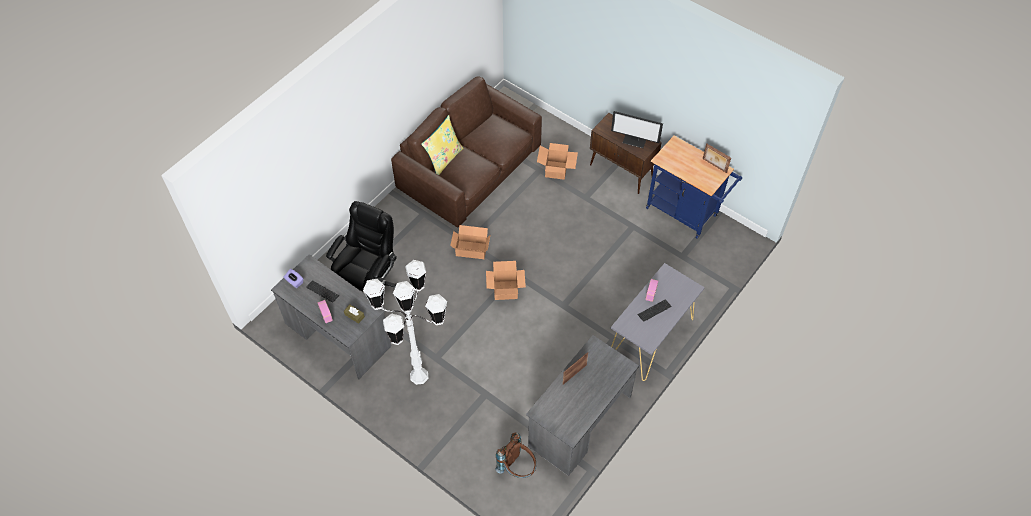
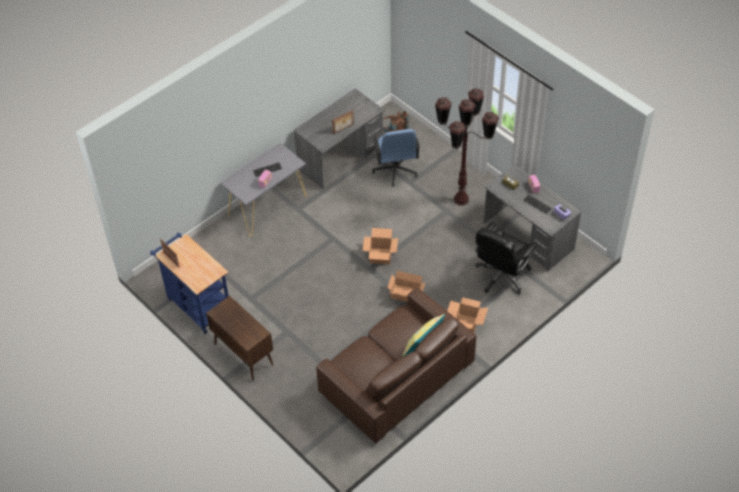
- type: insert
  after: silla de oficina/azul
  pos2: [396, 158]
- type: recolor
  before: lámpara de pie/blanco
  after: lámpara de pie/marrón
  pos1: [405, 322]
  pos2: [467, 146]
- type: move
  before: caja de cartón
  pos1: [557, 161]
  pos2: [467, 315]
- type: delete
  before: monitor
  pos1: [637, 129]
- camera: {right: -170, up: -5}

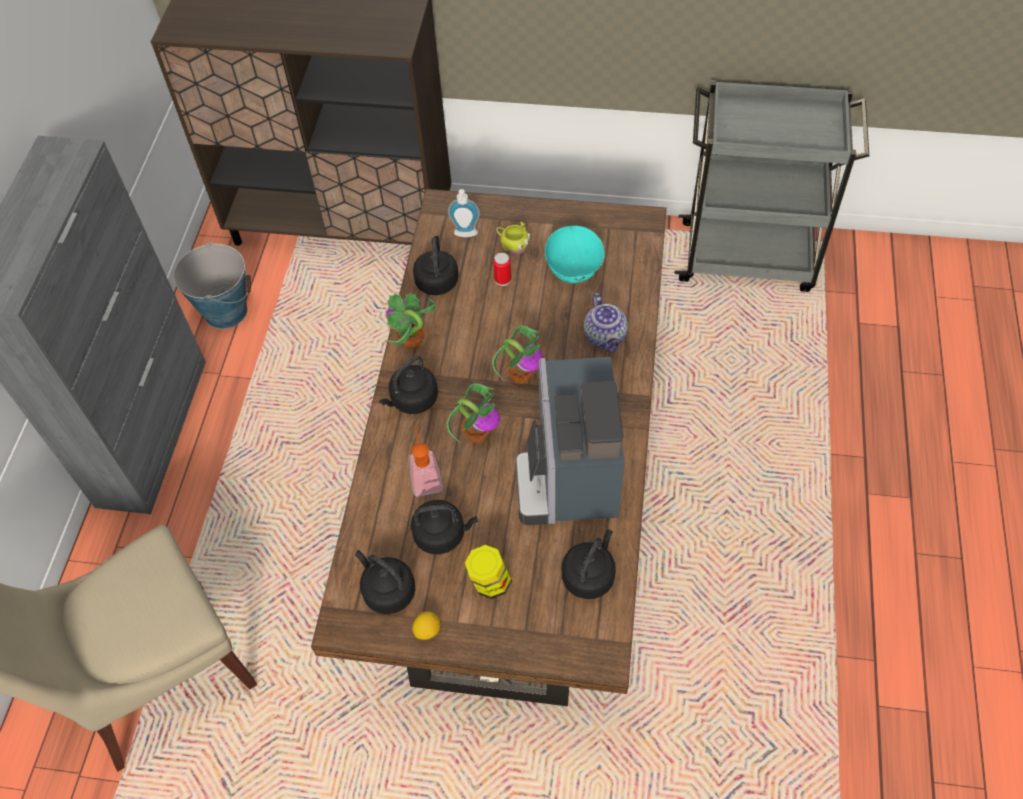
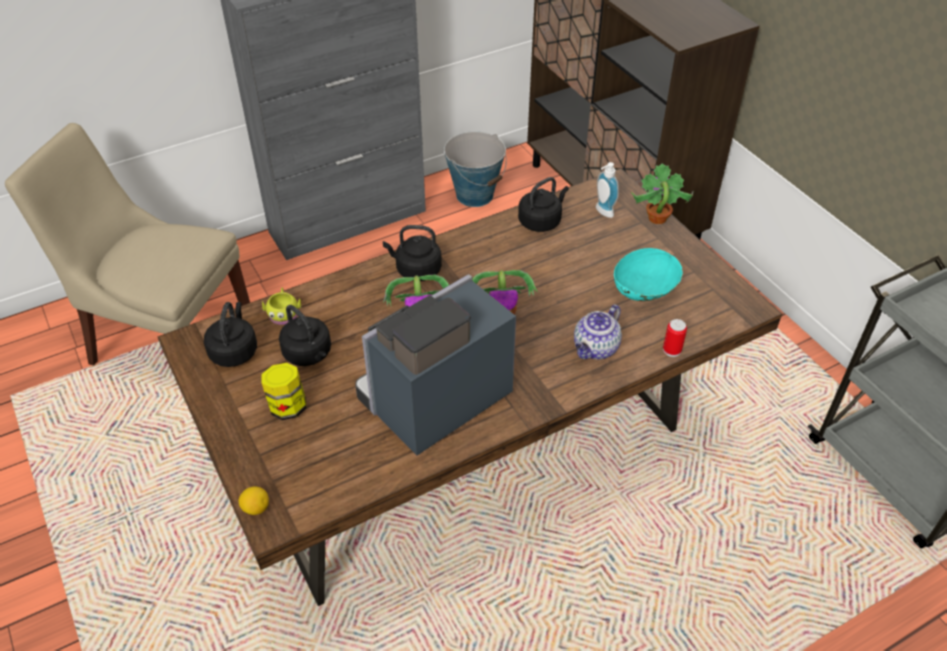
- type: move
  before: limón
  pos1: [426, 625]
  pos2: [254, 501]
- type: move
  before: taza grande/amarillo
  pos1: [513, 238]
  pos2: [281, 306]
- type: move
  before: planta en maceta
  pos1: [410, 320]
  pos2: [662, 193]
- type: move
  before: lata
  pos1: [502, 269]
  pos2: [675, 338]
- type: delete
  before: dispensador de jabón
  pos1: [426, 461]
- type: delete
  before: hervidor/negro
  pos1: [589, 564]
- camera: {right: 50, up: -10}

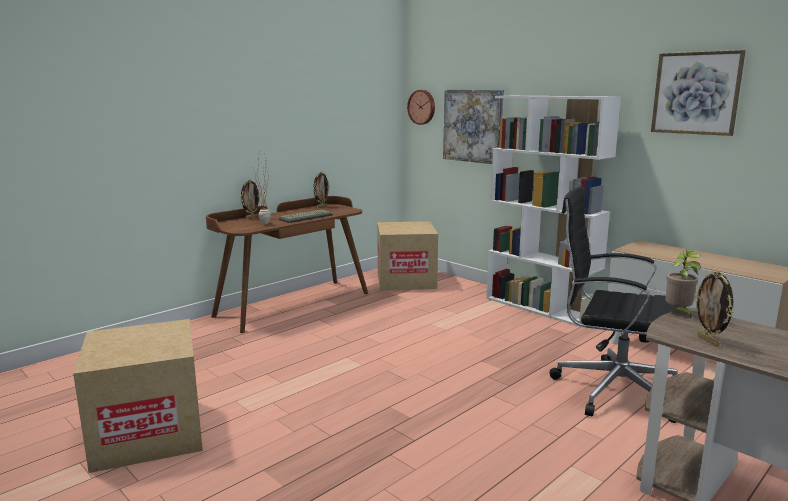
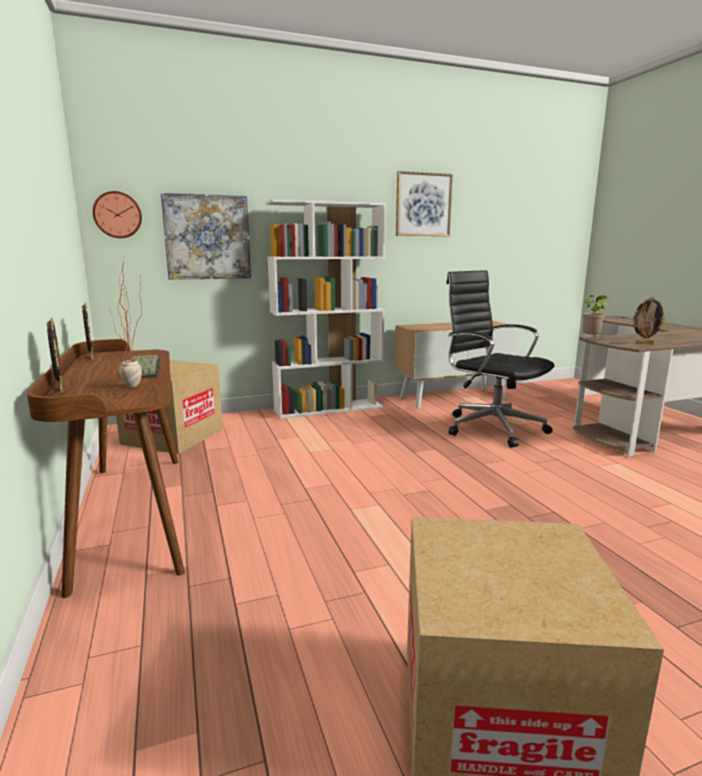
- type: rotate
  before: silla de oficina/negro
  pos1: [617, 304]
  pos2: [500, 359]
  turn: 90
- camera: {right: -65, up: 0}

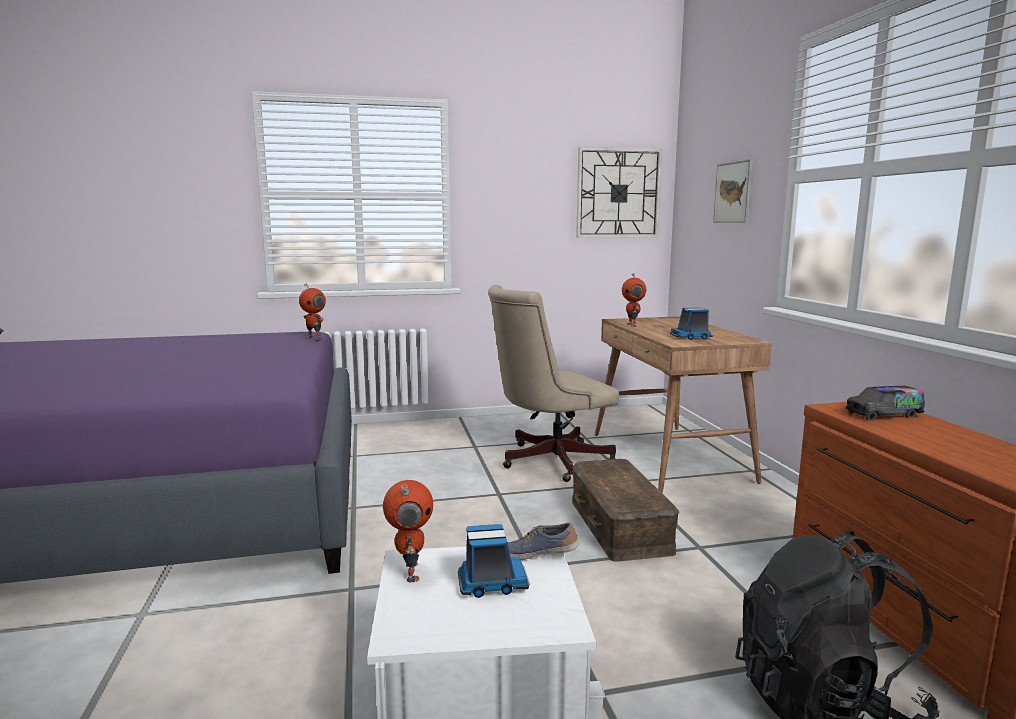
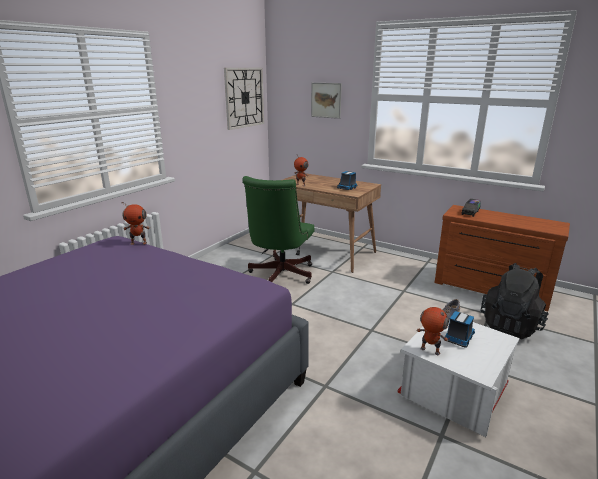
- type: recolor
  before: silla de oficina/beis
  after: silla de oficina/verde
  pos1: [553, 383]
  pos2: [278, 230]
- type: delete
  before: caja de almacenaje/marrón
  pos1: [625, 510]
- camera: {right: -45, up: 10}

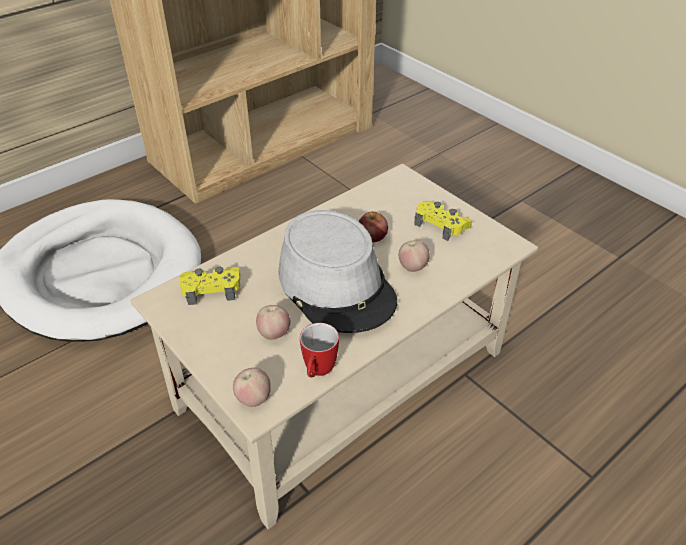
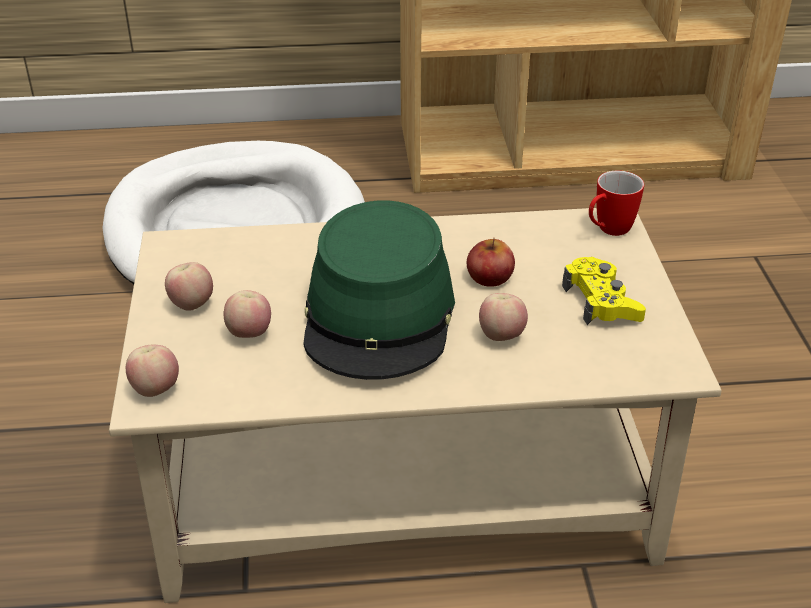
- type: insert
  after: manzana
  pos2: [189, 286]
- type: recolor
  before: sombrero/gris
  after: sombrero/verde
  pos1: [337, 271]
  pos2: [379, 290]
- type: move
  before: taza grande
  pos1: [319, 350]
  pos2: [616, 203]
- type: delete
  before: mando de consola/amarillo
  pos1: [210, 286]
- camera: {right: 35, up: -5}

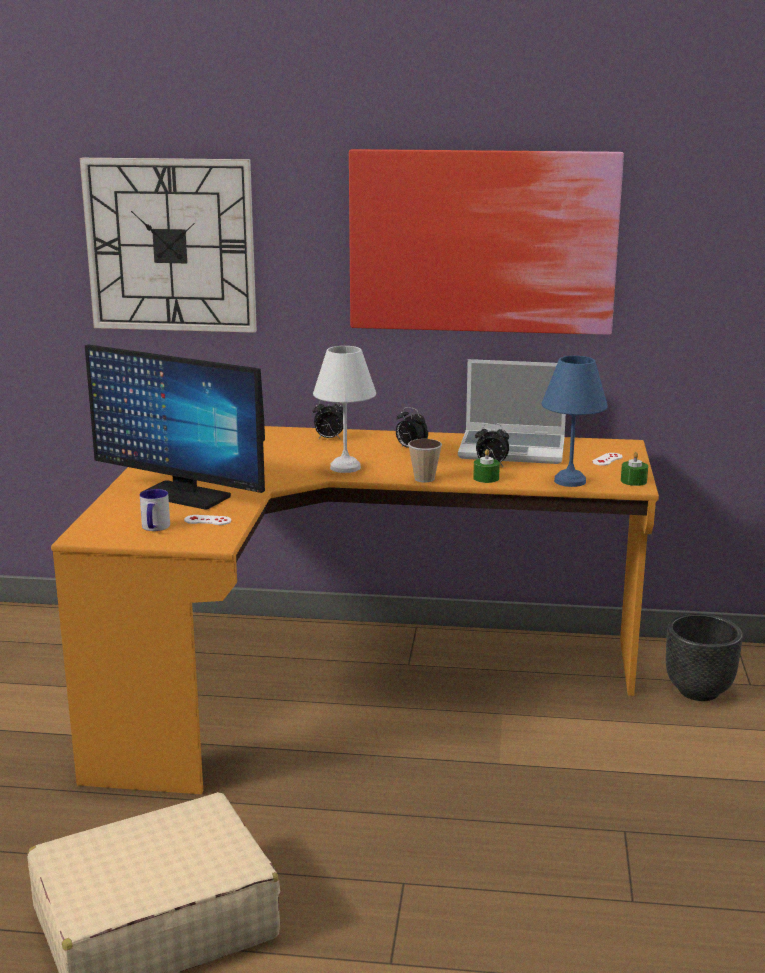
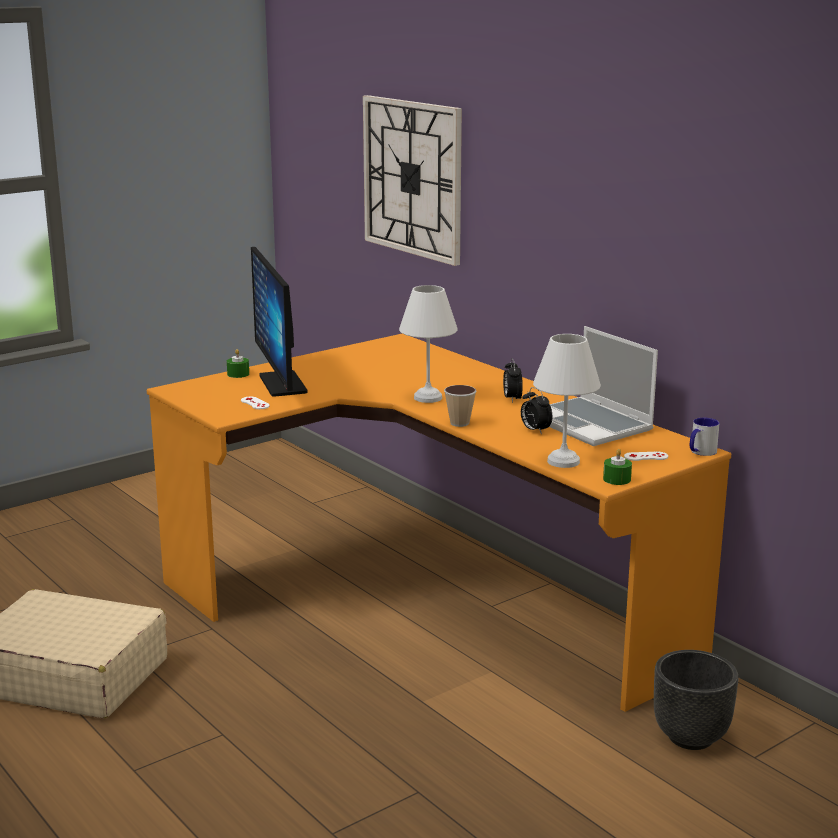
- type: move
  before: vela/verde
  pos1: [486, 466]
  pos2: [238, 363]
- type: recolor
  before: lámpara de mesa/azul
  after: lámpara de mesa/blanco
  pos1: [575, 421]
  pos2: [567, 401]
- type: move
  before: taza grande
  pos1: [155, 510]
  pos2: [705, 437]
- type: delete
  before: despertador
  pos1: [328, 419]
- type: delete
  before: cuadro
  pos1: [486, 242]
- camera: {right: 45, up: 0}

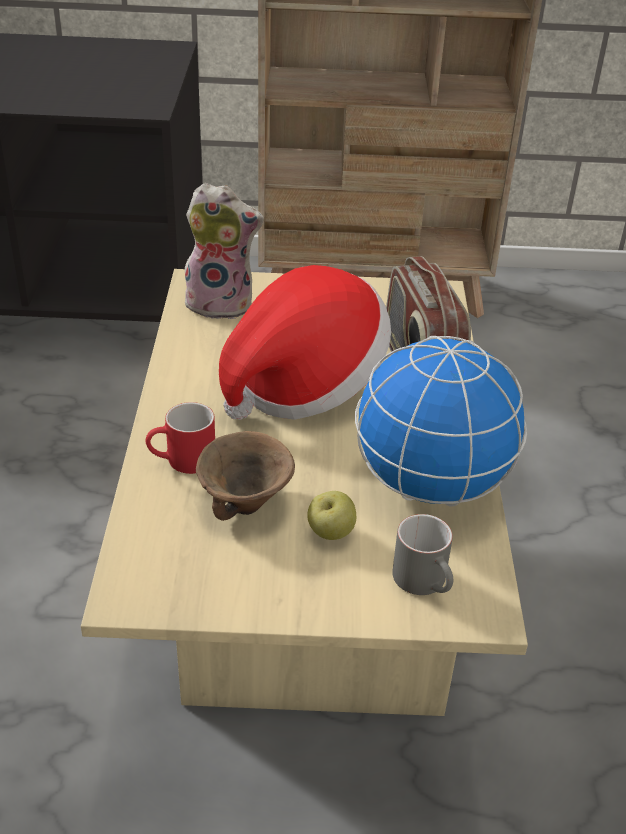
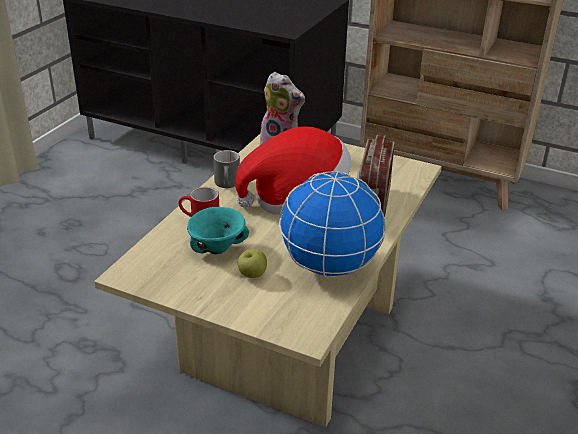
- type: recolor
  before: cuenco/marrón
  after: cuenco/turquesa
  pos1: [245, 476]
  pos2: [218, 230]
- type: move
  before: taza grande/gris
  pos1: [422, 554]
  pos2: [226, 169]
- camera: {right: 25, up: -5}

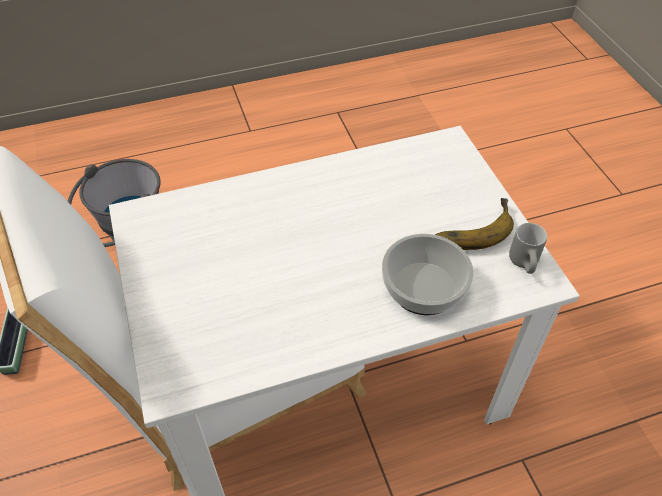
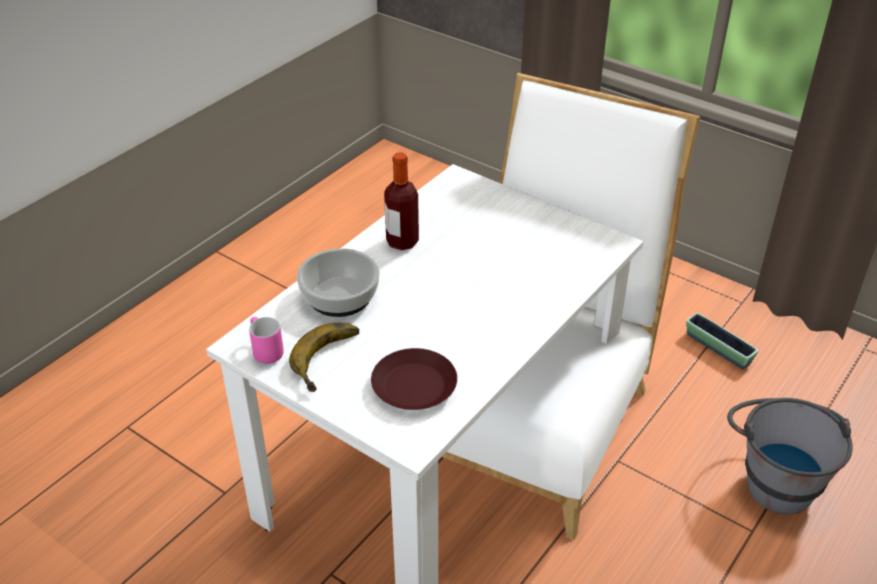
- type: recolor
  before: taza grande/gris
  after: taza grande/rosa
  pos1: [528, 248]
  pos2: [266, 340]
- type: insert
  after: plato/marrón
  pos2: [414, 379]
- type: insert
  after: botella
  pos2: [401, 201]
- camera: {right: 145, up: -10}

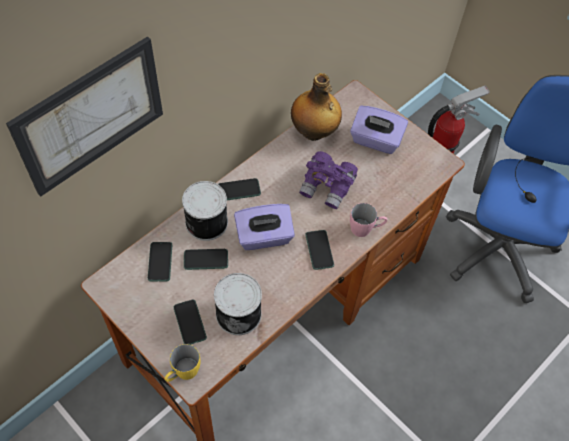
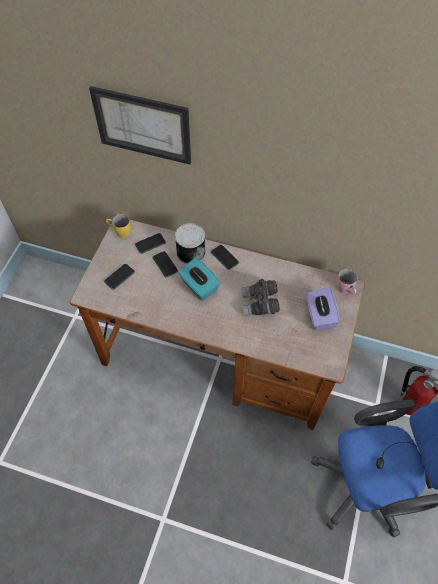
- type: move
  before: taza grande/amarillo
  pos1: [182, 363]
  pos2: [118, 226]
- type: recolor
  before: caja de pañuelos/morado
  after: caja de pañuelos/turquesa
  pos1: [264, 227]
  pos2: [199, 279]
- type: recolor
  before: prismáticos/morado
  after: prismáticos/gris
  pos1: [328, 180]
  pos2: [261, 297]
- type: move
  before: taza grande/rosa
  pos1: [368, 220]
  pos2: [347, 282]
- type: delete
  before: lata
  pos1: [238, 304]
- type: delete
  before: botella
  pos1: [316, 107]
- type: delete
  before: móvil
  pos1: [319, 250]
- camera: {right: 65, up: 0}

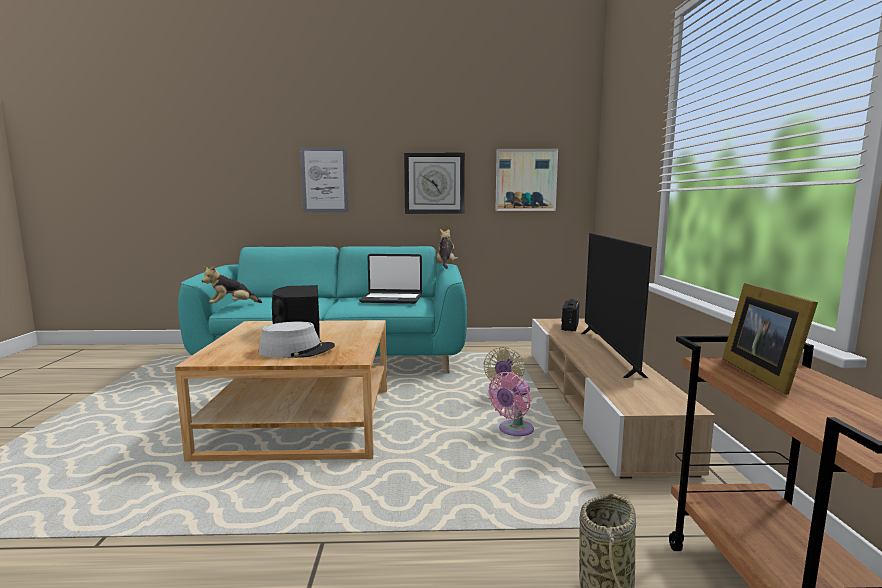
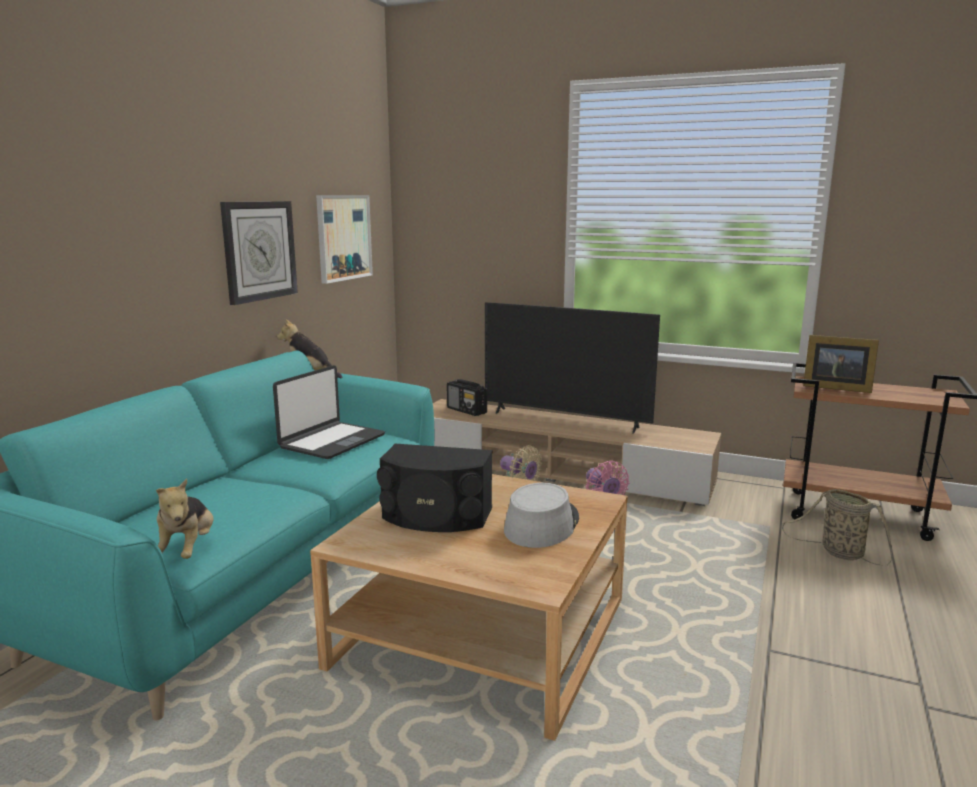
- type: delete
  before: cuadro
  pos1: [324, 179]
- camera: {right: -65, up: 5}

